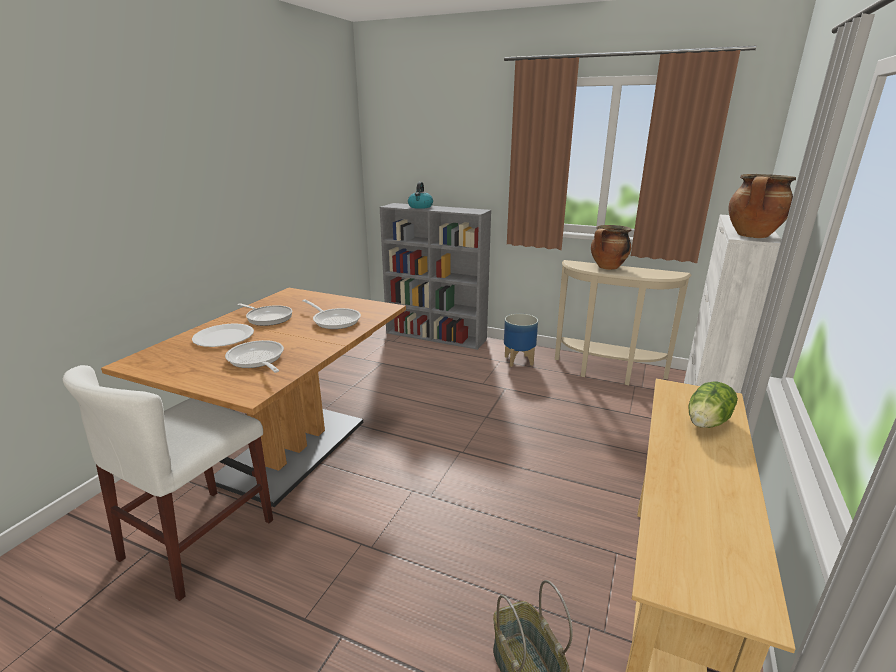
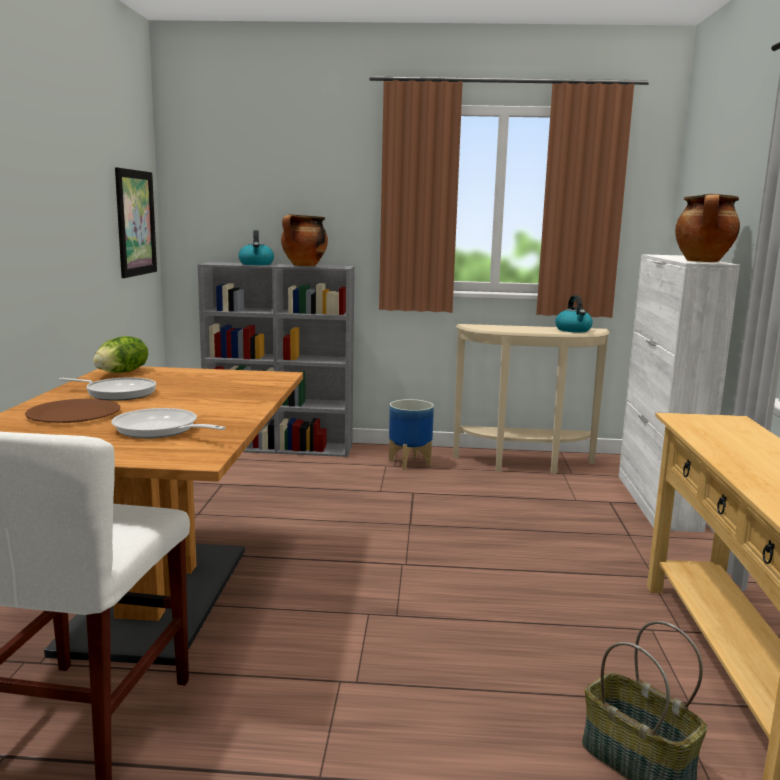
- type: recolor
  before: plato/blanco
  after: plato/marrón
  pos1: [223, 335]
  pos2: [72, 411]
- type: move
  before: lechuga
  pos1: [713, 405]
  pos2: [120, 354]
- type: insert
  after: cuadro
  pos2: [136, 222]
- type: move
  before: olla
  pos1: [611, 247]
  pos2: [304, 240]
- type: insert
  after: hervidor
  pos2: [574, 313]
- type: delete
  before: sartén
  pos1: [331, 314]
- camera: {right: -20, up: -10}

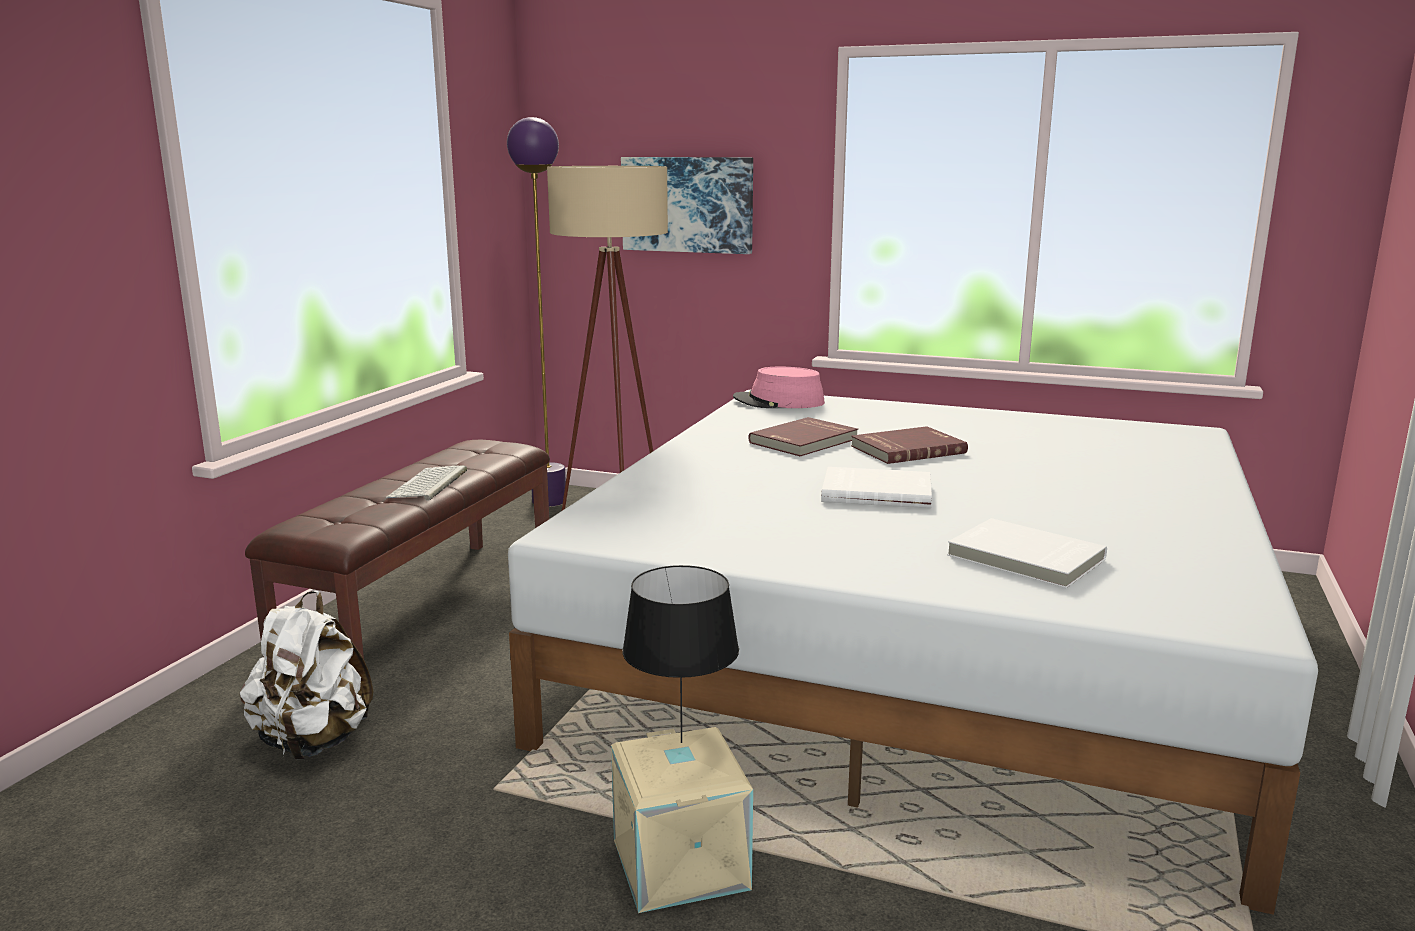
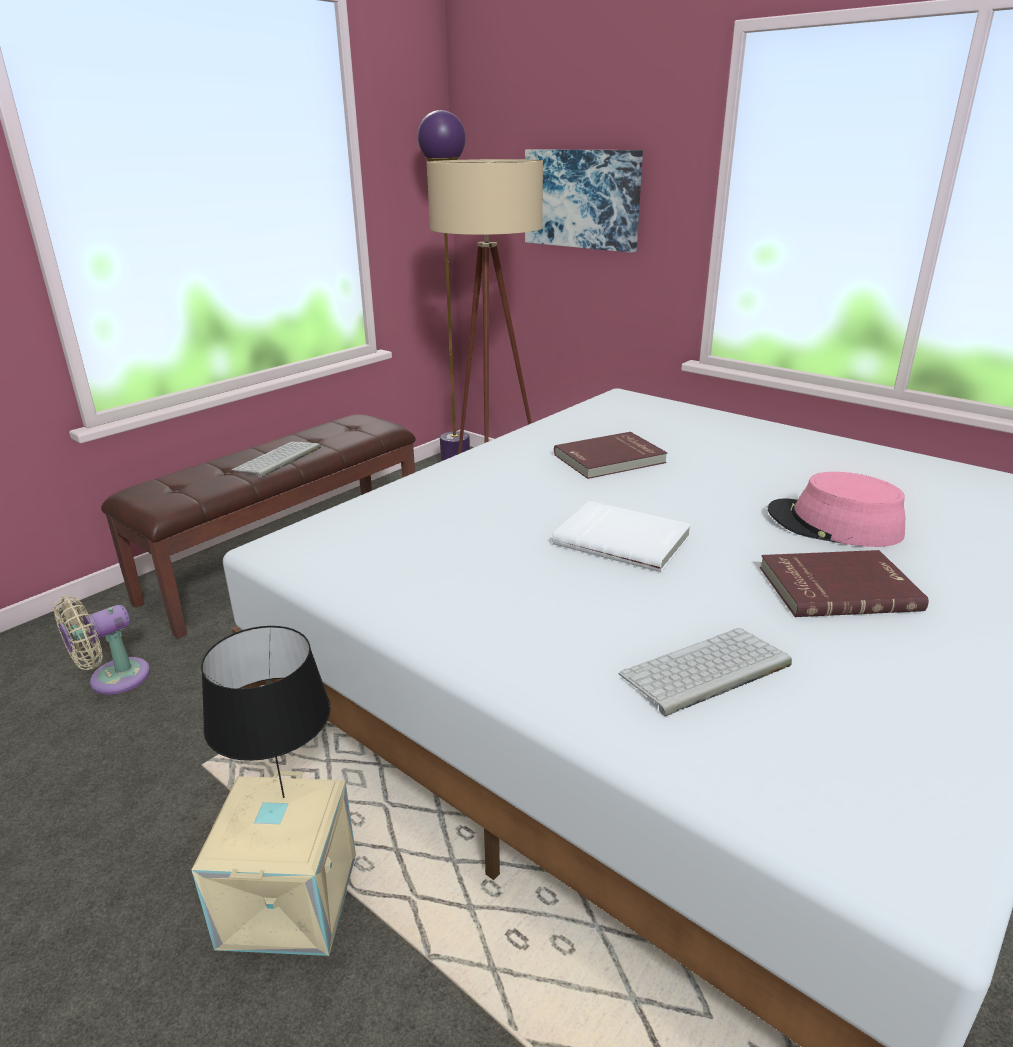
- type: replace
  before: mochila/blanco
  after: ventilador/beis
  pos1: [306, 675]
  pos2: [102, 645]
- type: replace
  before: libro/blanco
  after: teclado
  pos1: [1027, 553]
  pos2: [705, 672]
- type: move
  before: libro/rojo
  pos1: [909, 445]
  pos2: [844, 583]
- type: move
  before: sombrero/rosa
  pos1: [779, 387]
  pos2: [836, 509]
- camera: {right: 20, up: 10}

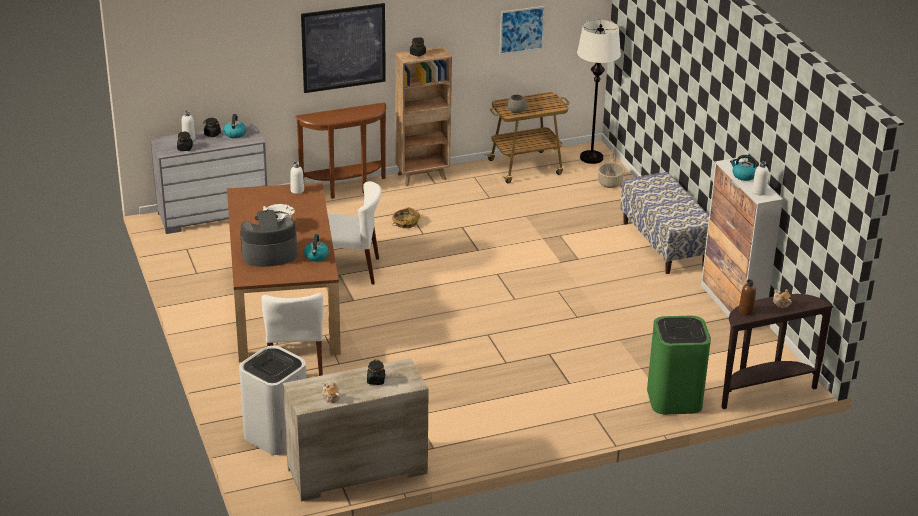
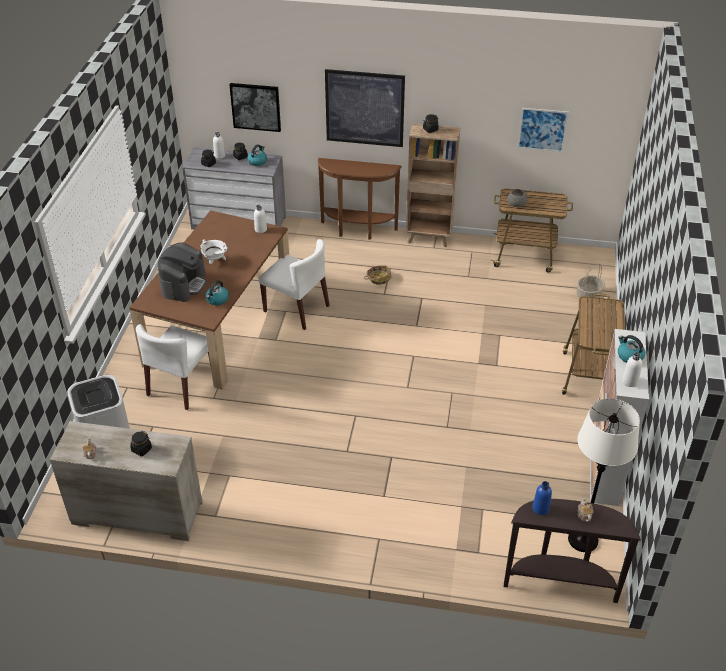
- type: rotate
  before: cafetera
  pos1: [268, 238]
  pos2: [182, 272]
  turn: 90
- type: insert
  after: cuadro
  pos2: [255, 107]
- type: recolor
  before: botella/marrón
  after: botella/azul
  pos1: [747, 297]
  pos2: [542, 498]
- type: replace
  before: banco
  after: carrito
  pos1: [664, 223]
  pos2: [593, 344]
- type: move
  before: lámpara de pie/blanco
  pos1: [599, 92]
  pos2: [604, 475]
- type: delete
  before: papelera/verde
  pos1: [679, 365]
- camera: {right: 30, up: 10}

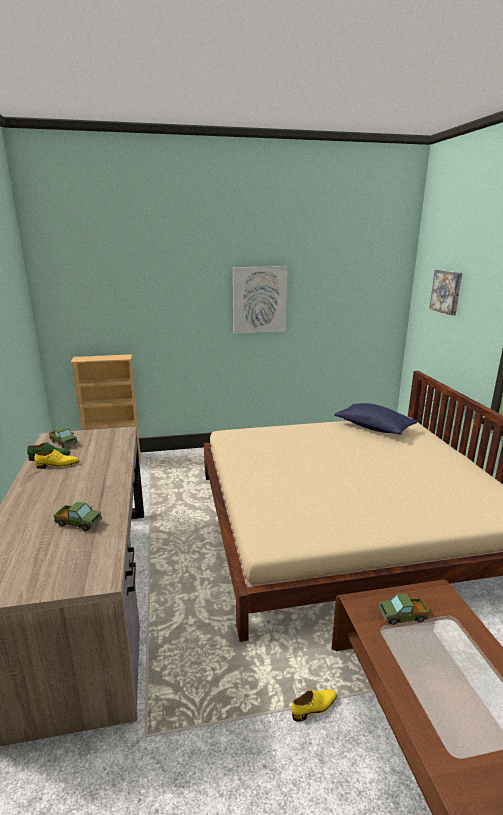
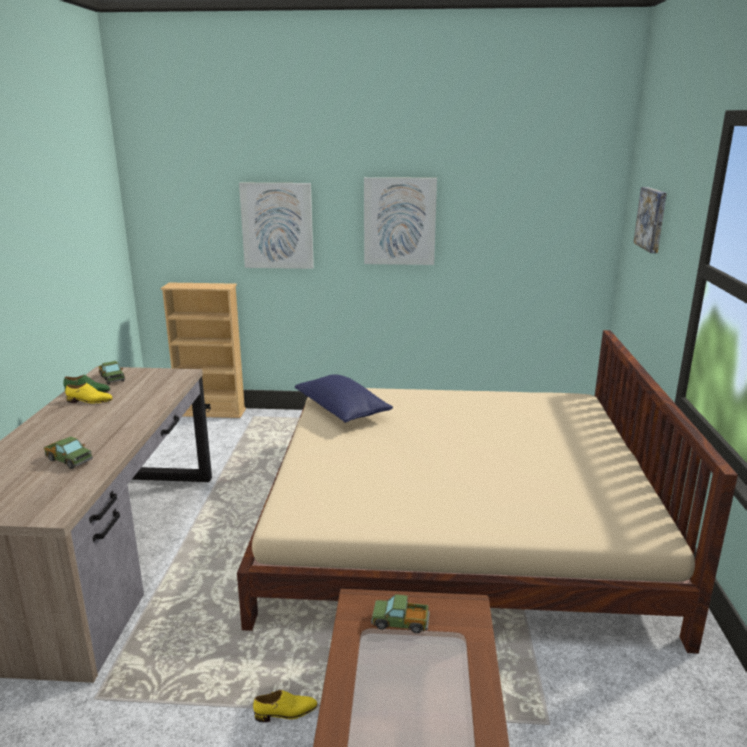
- type: insert
  after: cuadro
  pos2: [276, 226]
- type: move
  before: cojín/azul
  pos1: [376, 419]
  pos2: [344, 398]
- camera: {right: 15, up: 0}

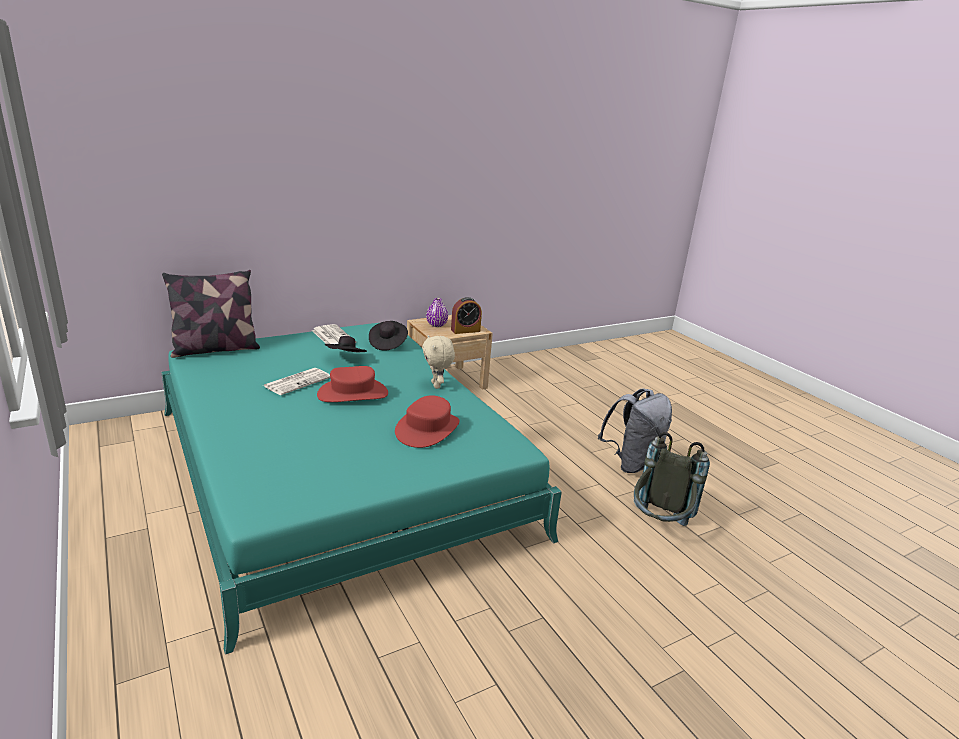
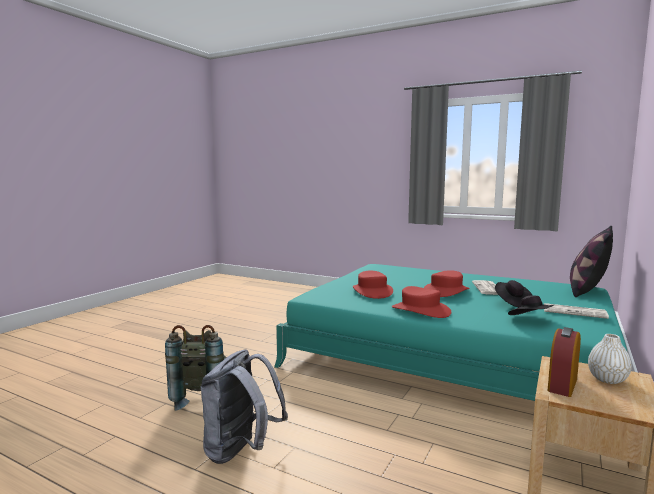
- type: replace
  before: peluche/beis
  after: sombrero/rojo
  pos1: [438, 362]
  pos2: [421, 302]
- type: recolor
  before: florero/morado
  after: florero/blanco
  pos1: [437, 312]
  pos2: [610, 359]
- camera: {right: 150, up: -15}

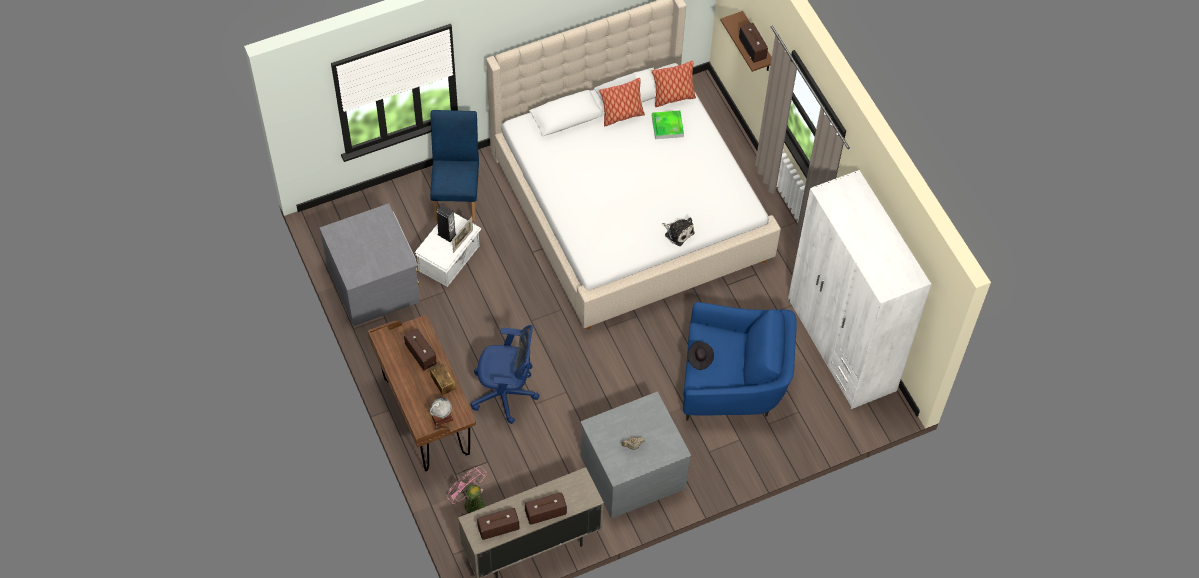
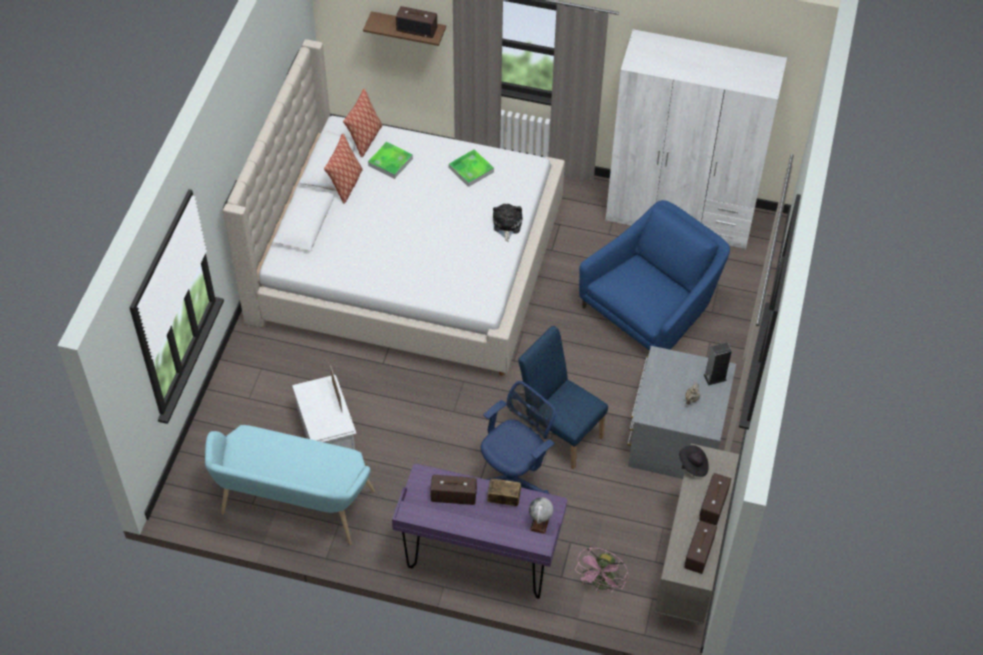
- type: replace
  before: cómoda/gris
  after: banco/turquesa
  pos1: [370, 264]
  pos2: [290, 485]
- type: recolor
  before: escritorio/marrón
  after: escritorio/morado
  pos1: [422, 393]
  pos2: [479, 531]
- type: insert
  after: bandeja
  pos2: [471, 168]
- type: rotate
  before: peluche
  pos1: [678, 231]
  pos2: [507, 223]
  turn: -75
- type: move
  before: silla/azul
  pos1: [454, 166]
  pos2: [563, 398]
- type: rotate
  before: ventilador/rosa
  pos1: [467, 491]
  pos2: [602, 570]
  turn: -60
- type: move
  before: sombrero/negro
  pos1: [700, 355]
  pos2: [694, 461]
- type: move
  before: altavoz
  pos1: [446, 223]
  pos2: [718, 364]
- camera: {right: -50, up: -5}

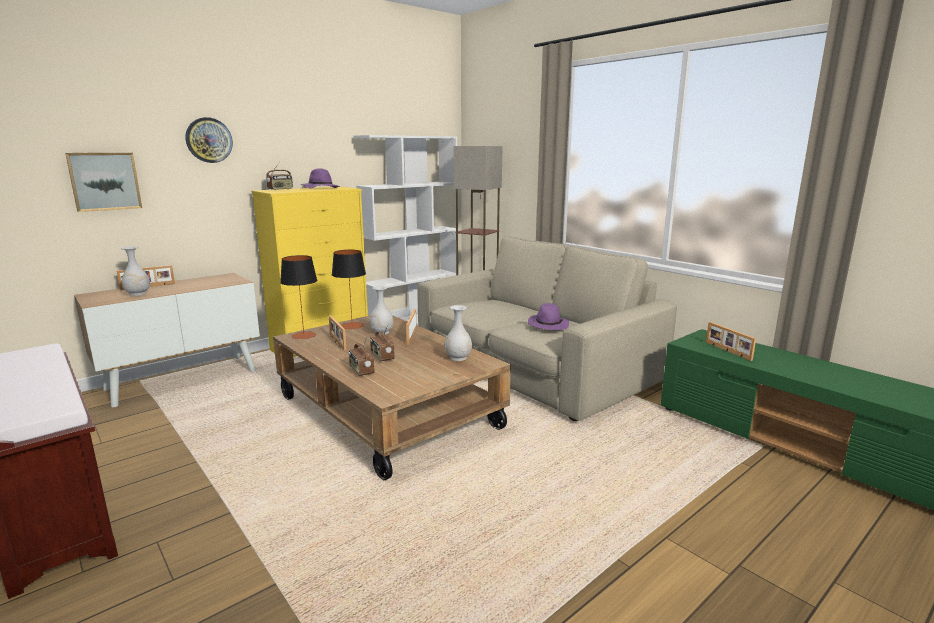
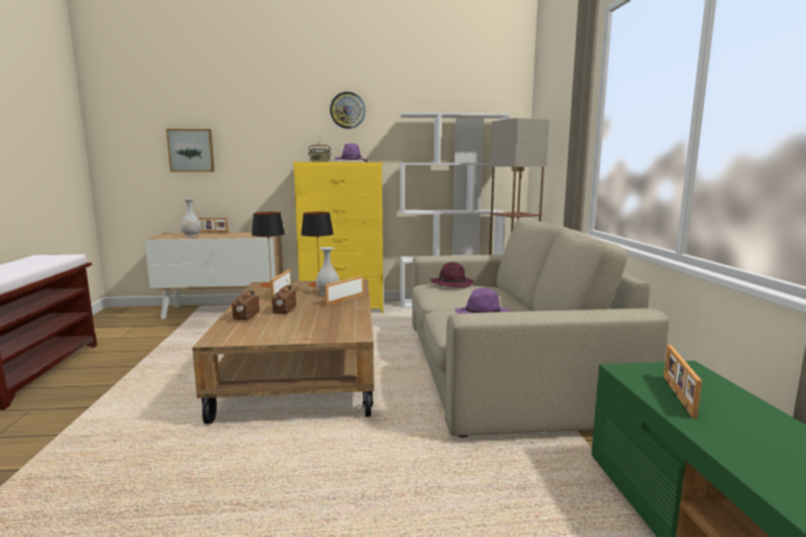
- type: move
  before: reloj de pared
  pos1: [209, 140]
  pos2: [347, 110]
- type: insert
  after: sombrero/morado
  pos2: [452, 275]
- type: delete
  before: florero/blanco
  pos1: [458, 333]
- camera: {right: 35, up: -5}

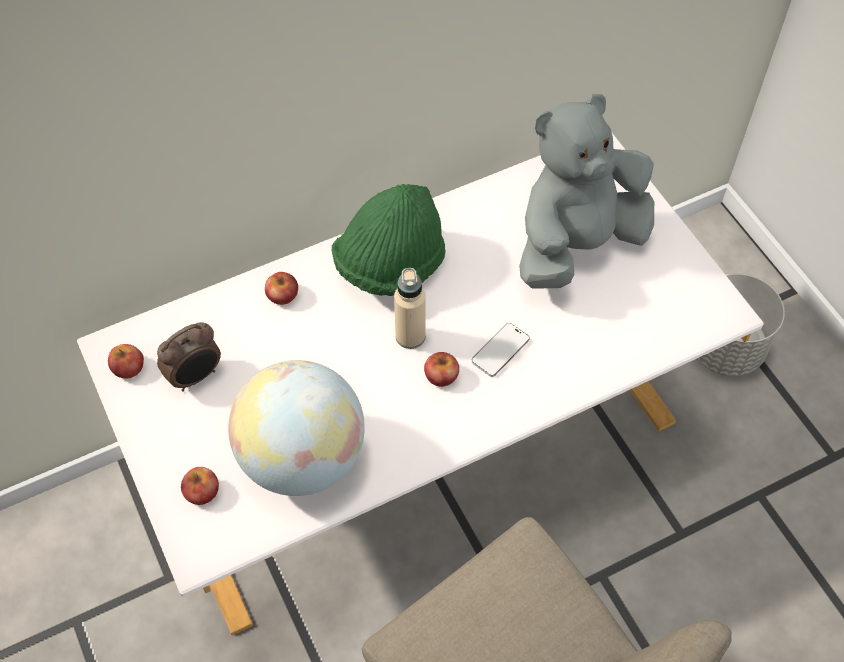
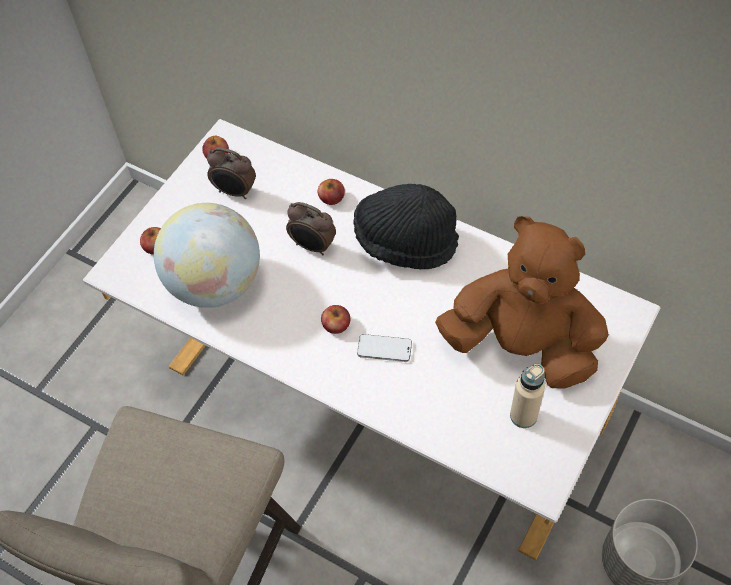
- type: insert
  after: despertador
  pos2: [311, 228]
- type: recolor
  before: sombrero/verde
  after: sombrero/negro
  pos1: [389, 240]
  pos2: [406, 226]
- type: recolor
  before: peluche/gris
  after: peluche/marrón
  pos1: [586, 191]
  pos2: [522, 302]
- type: move
  before: botella/beis
  pos1: [410, 308]
  pos2: [527, 396]
- camera: {right: 60, up: 0}

